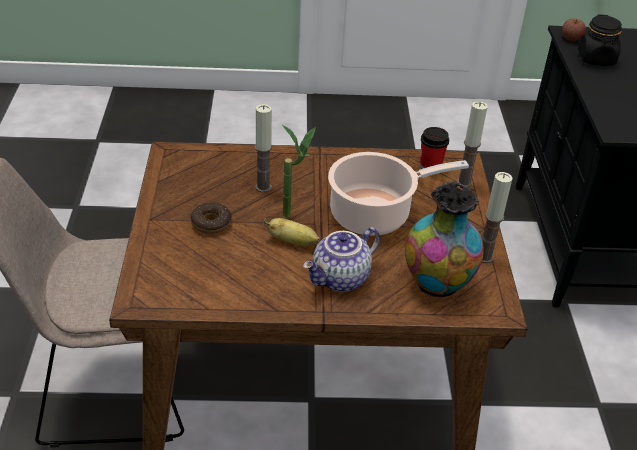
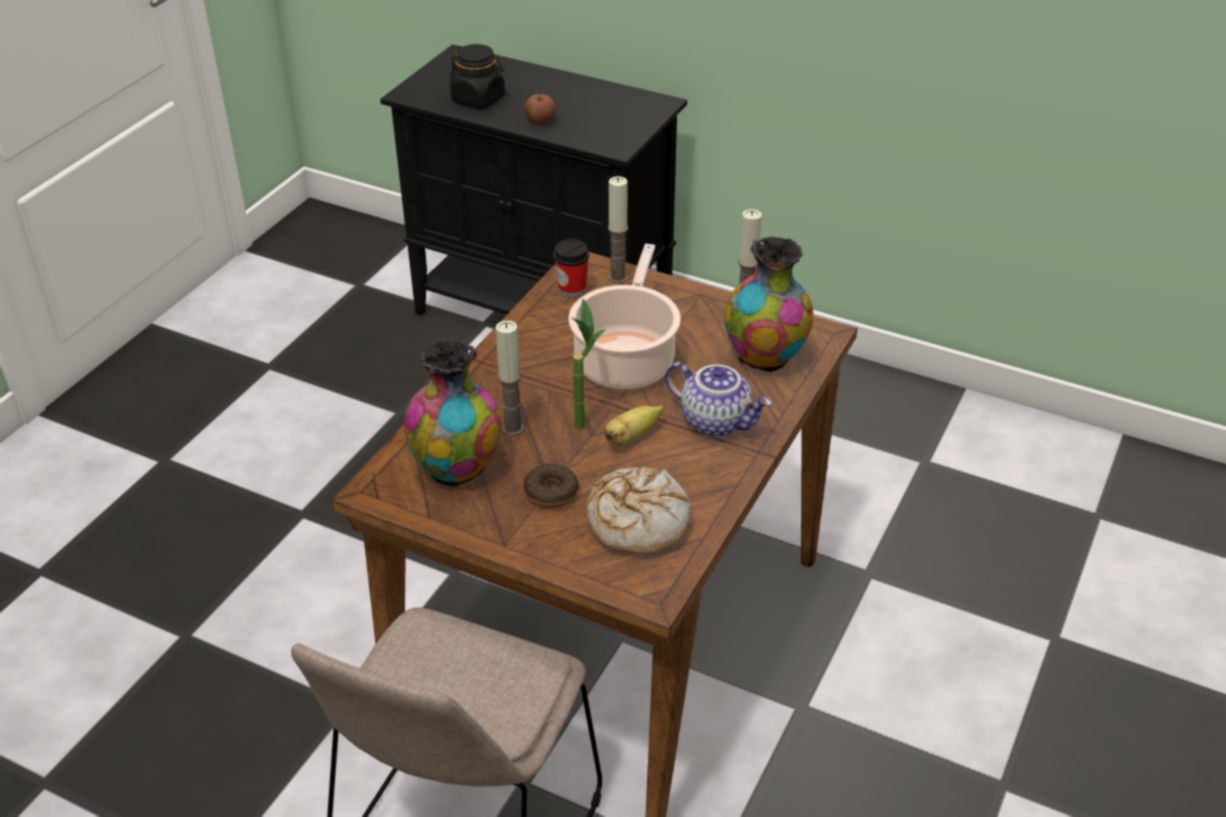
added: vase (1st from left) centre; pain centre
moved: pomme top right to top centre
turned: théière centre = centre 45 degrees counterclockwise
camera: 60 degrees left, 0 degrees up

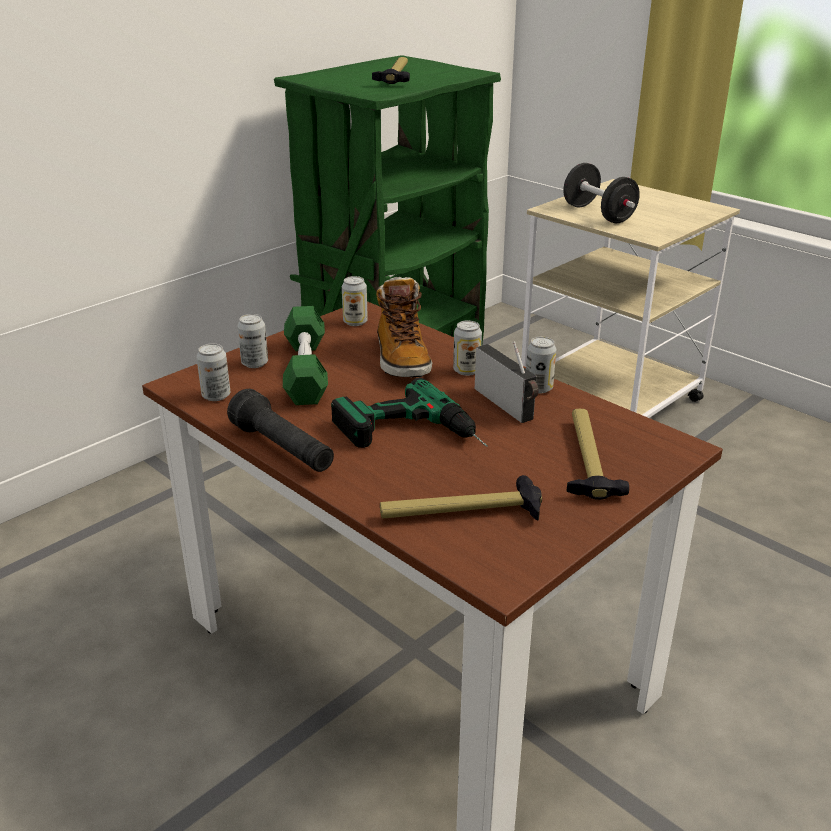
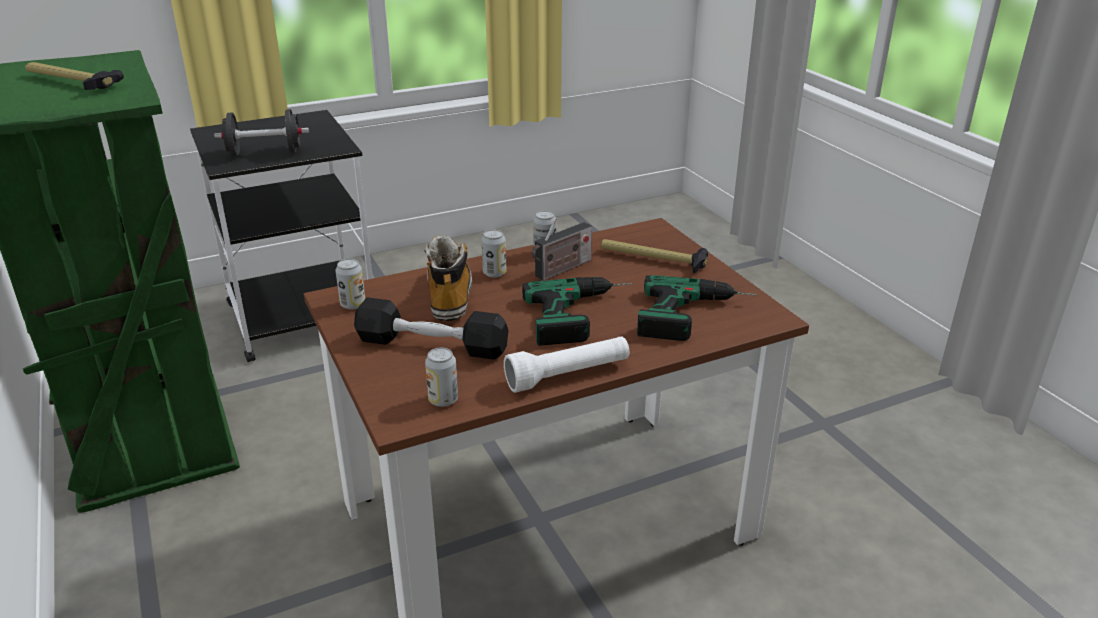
removed: boîte métallique (2nd from left) middle left
replaced: marteau (2nd from left) centre to perceuse (2nd from left) centre
recoloured: lampe de poche/noir centre to lampe de poche/blanc centre; haltère/vert centre to haltère/noir (2nd from left) centre; chariot/beige middle right to chariot/noir middle left
turned: botte centre = centre 105 degrees counterclockwise; radio centre = centre 150 degrees clockwise
camera: 70 degrees left, 0 degrees up

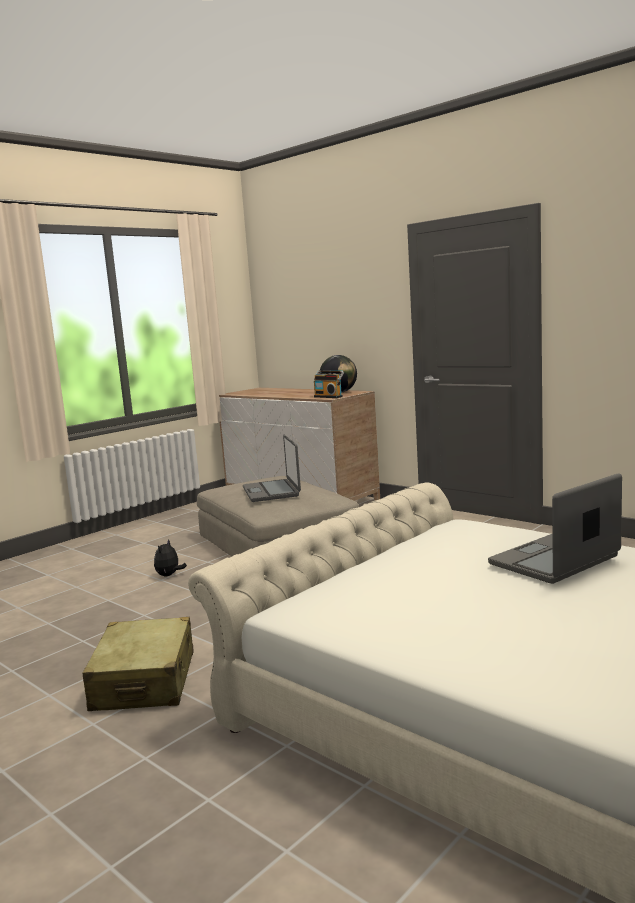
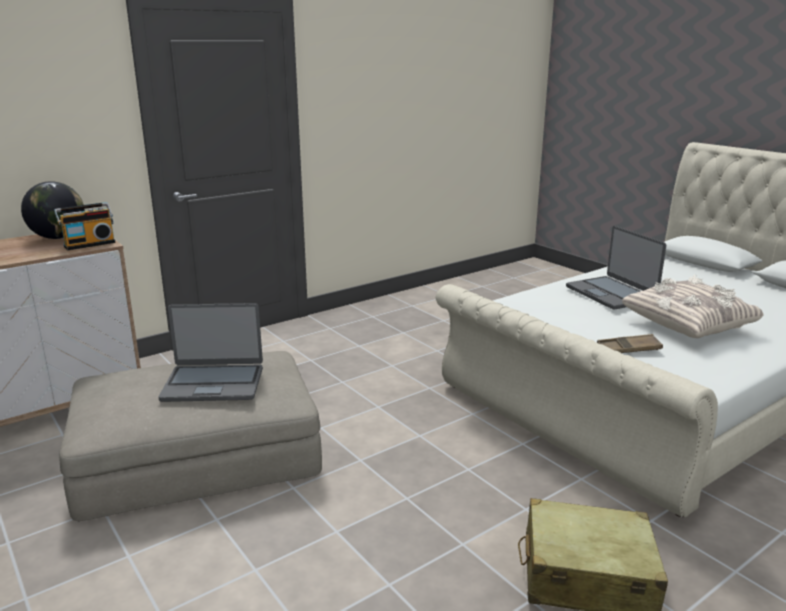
removed: peluche middle left
added: plateau/marron middle right; coussin/beige middle right
camera: 80 degrees left, 10 degrees up

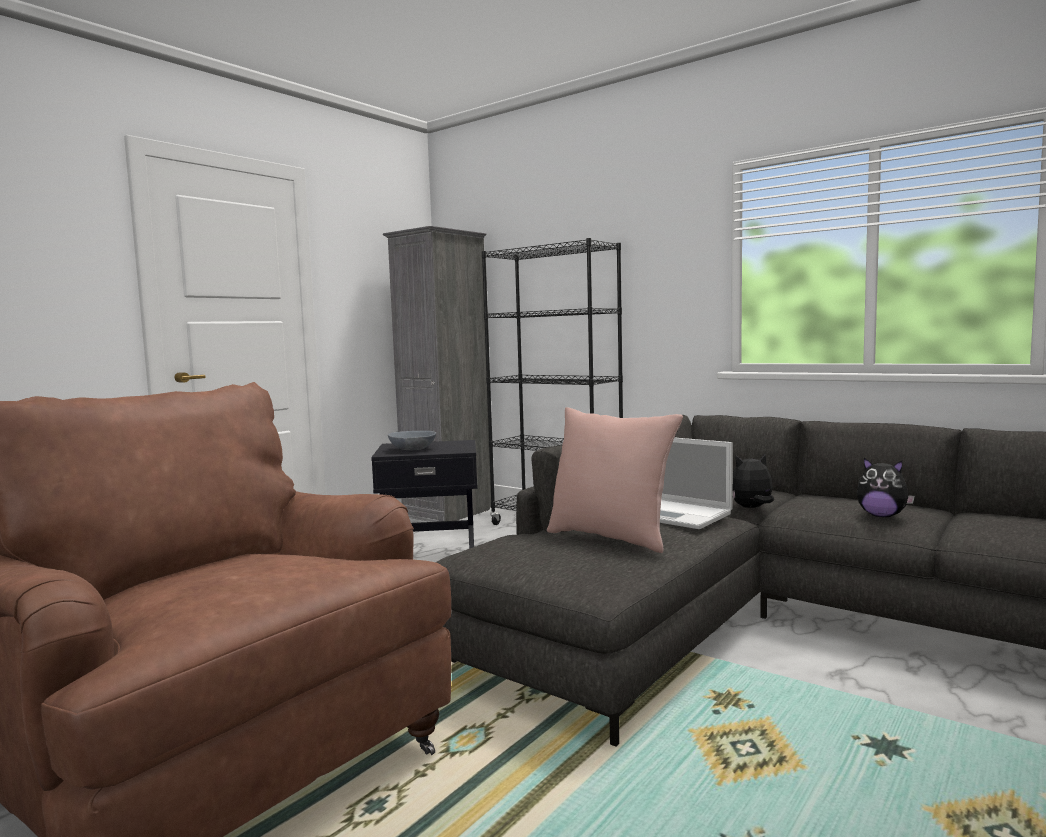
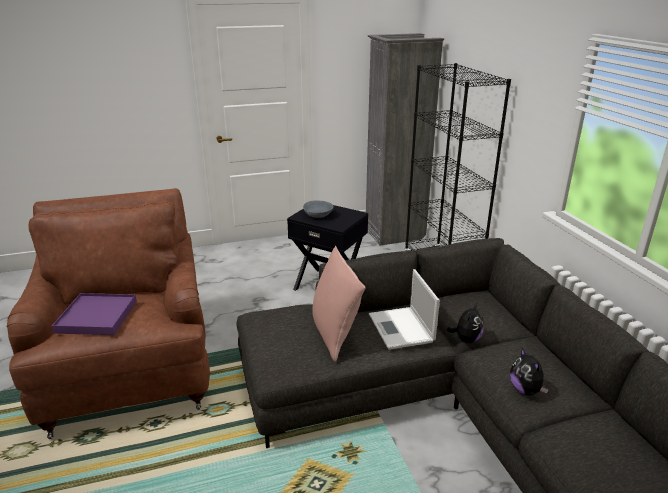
added: plateau/violet middle left
turned: peluche (1st from left) middle right = middle right 90 degrees clockwise
camera: 35 degrees right, 20 degrees up

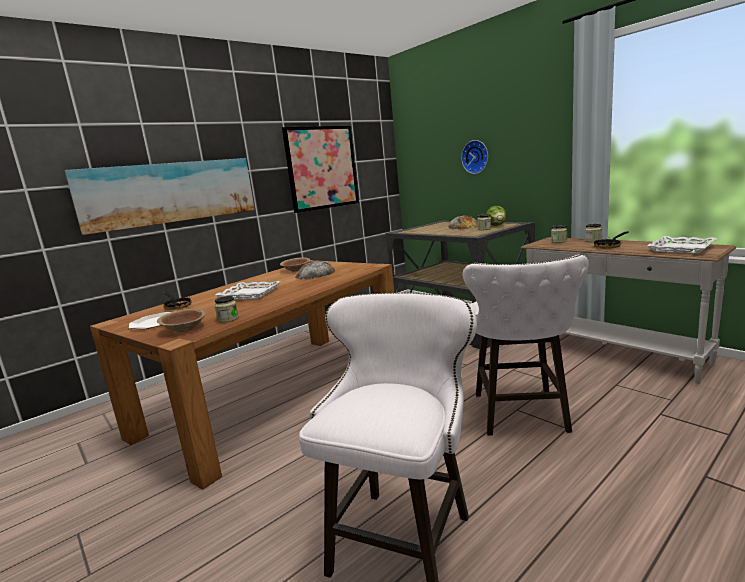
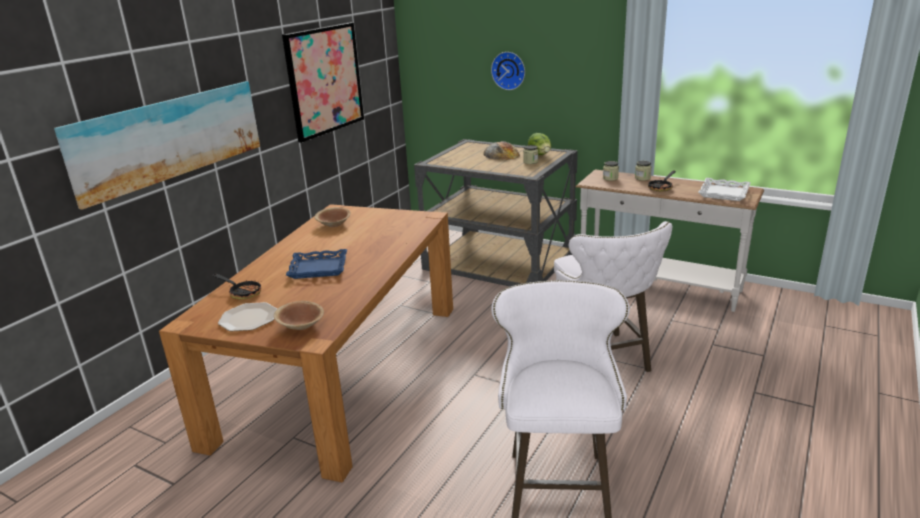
removed: bocal (1st from left) middle left; pain (1st from left) centre
recoloured: plateau/blanc (1st from left) middle left to plateau/bleu centre
camera: 20 degrees left, 10 degrees up

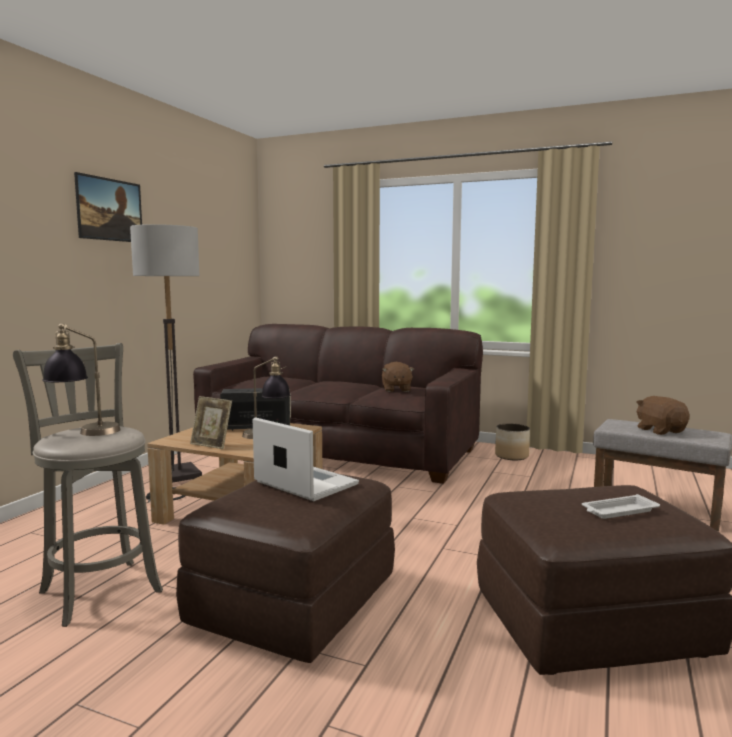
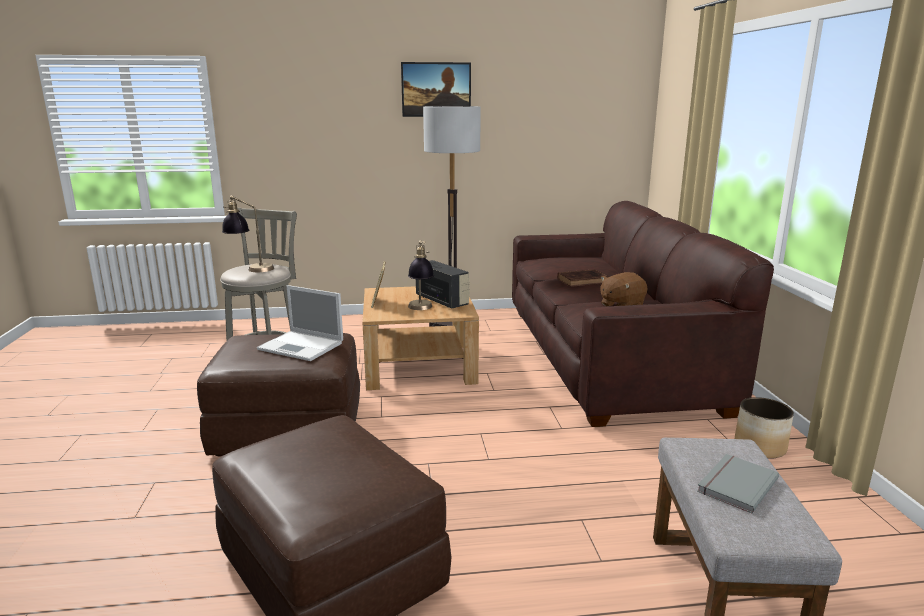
removed: plateau/blanc bottom right
added: livre/marron centre
replaced: peluche/marron (2nd from left) middle right to livre/gris bottom right
turned: ordinateur portable centre = middle left 105 degrees clockwise
camera: 60 degrees right, 10 degrees up

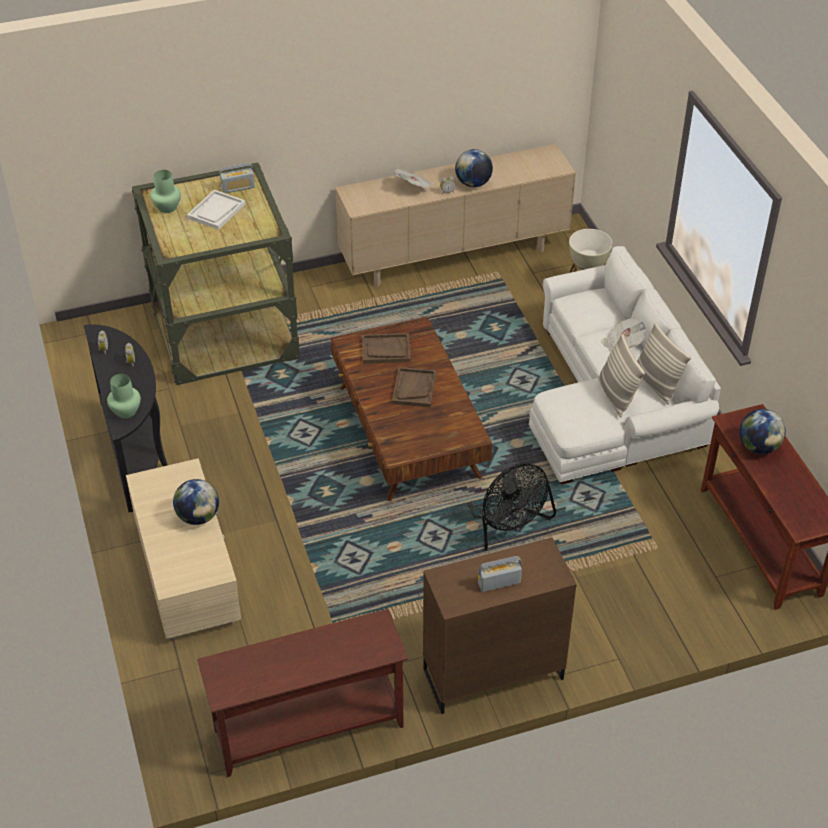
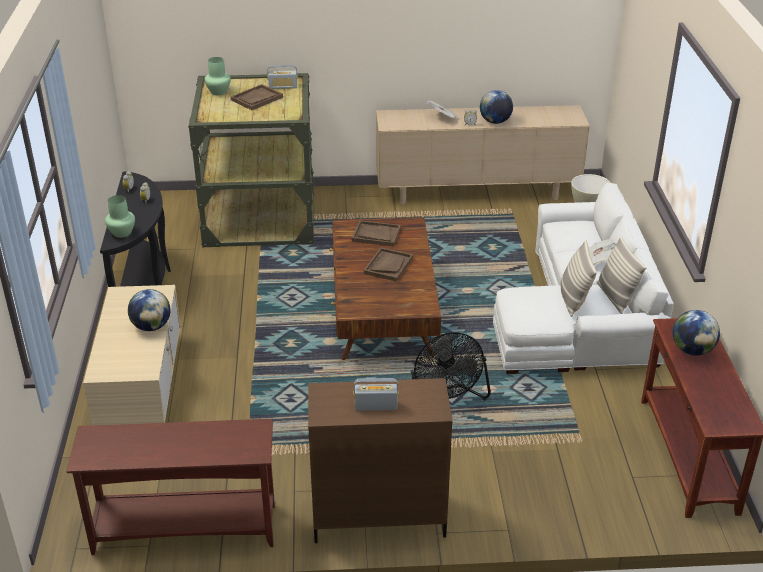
recoloured: plateau/blanc top left to plateau/marron (1st from left) top centre
camera: 15 degrees right, 10 degrees down

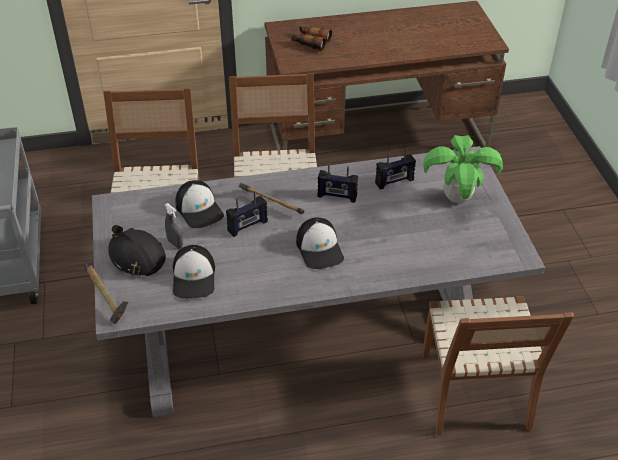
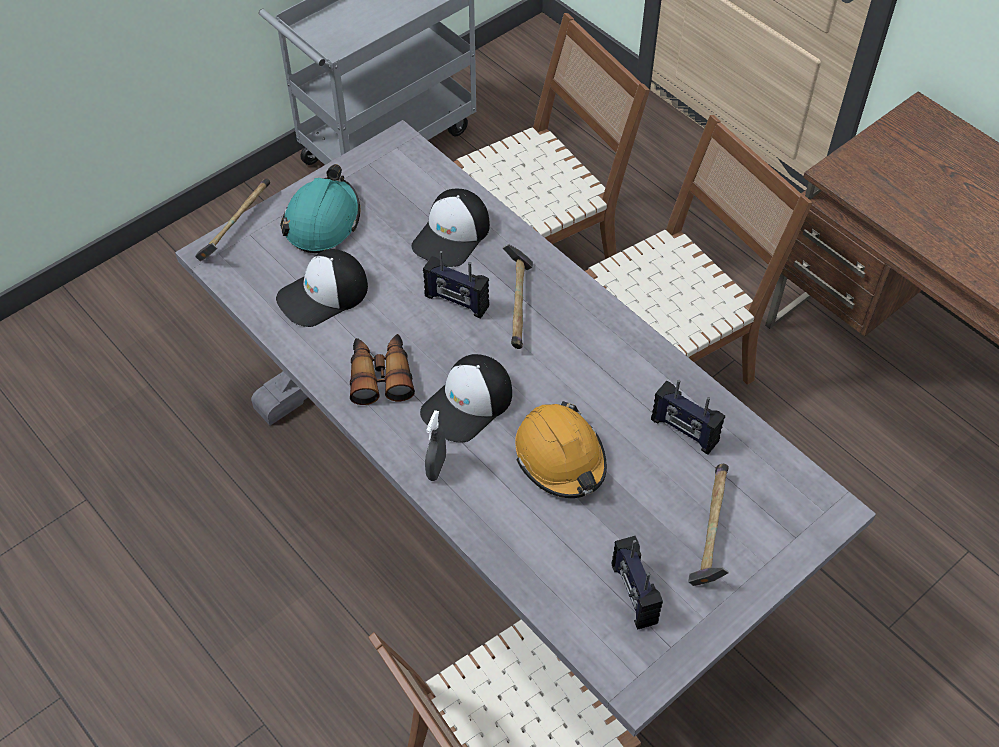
added: casque de chantier/orange centre
moved: vaporisateur/gris middle left to centre; jumelles top centre to centre; radio (2nd from left) centre to bottom centre
replaced: plante en pot middle right to marteau (3rd from left) bottom right
recoloured: casque de chantier/noir middle left to casque de chantier/turquoise top left
camera: 60 degrees right, 10 degrees up

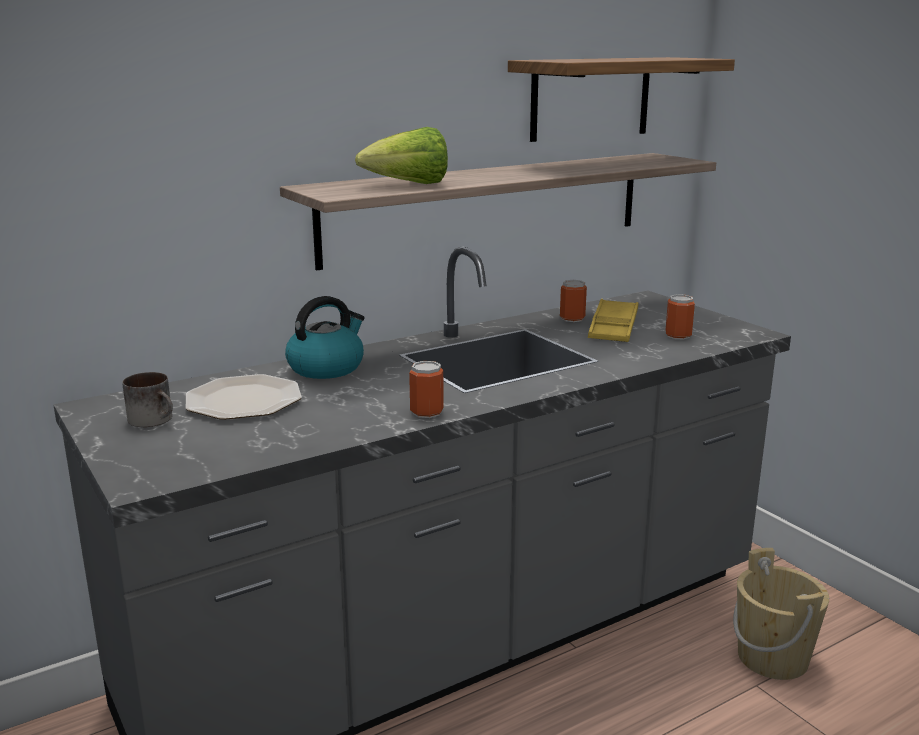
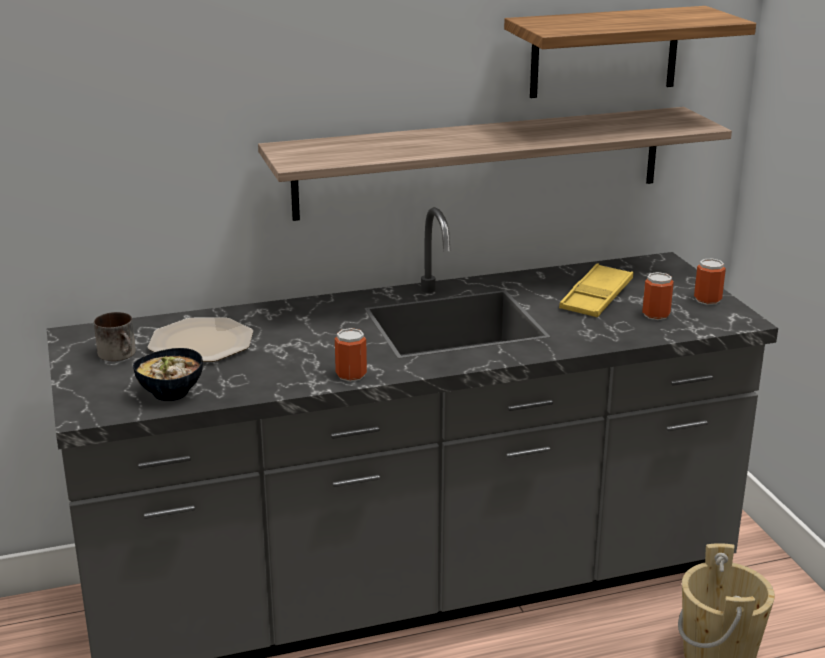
removed: bouilloire centre; laitue top centre
added: bol middle left
moved: boîte métallique (2nd from left in the first image) centre to boîte métallique (3rd from left) middle right
camera: 15 degrees right, 5 degrees up

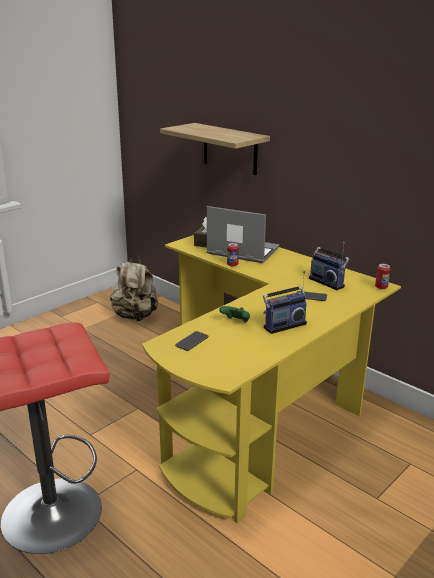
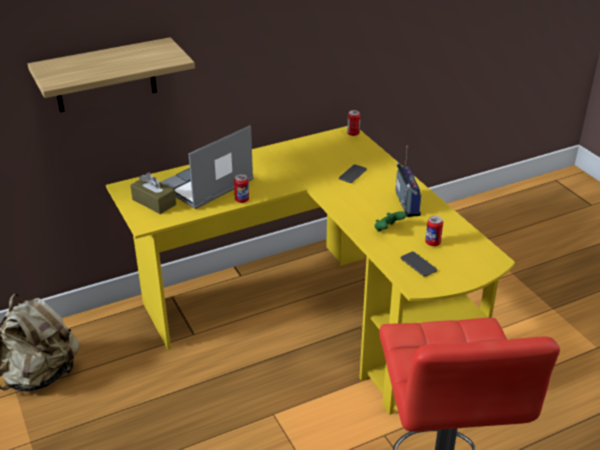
removed: radio (2nd from left) middle right
added: boîte métallique (3rd from left) middle right
camera: 70 degrees left, 10 degrees up

